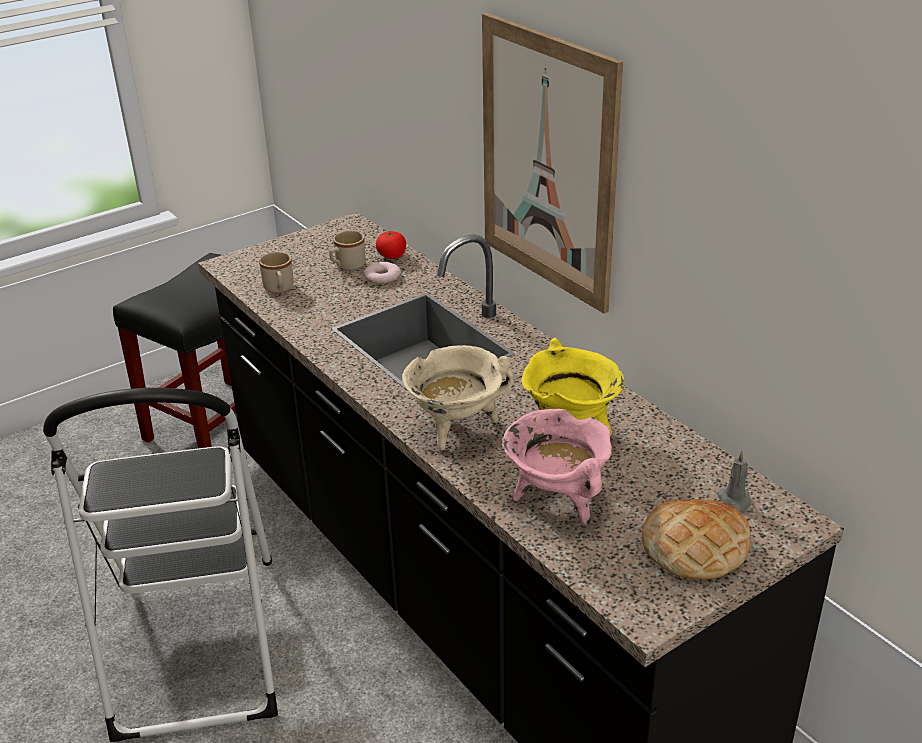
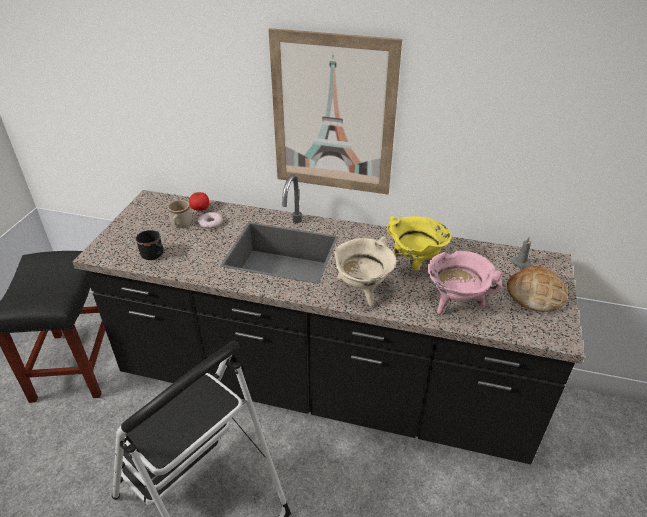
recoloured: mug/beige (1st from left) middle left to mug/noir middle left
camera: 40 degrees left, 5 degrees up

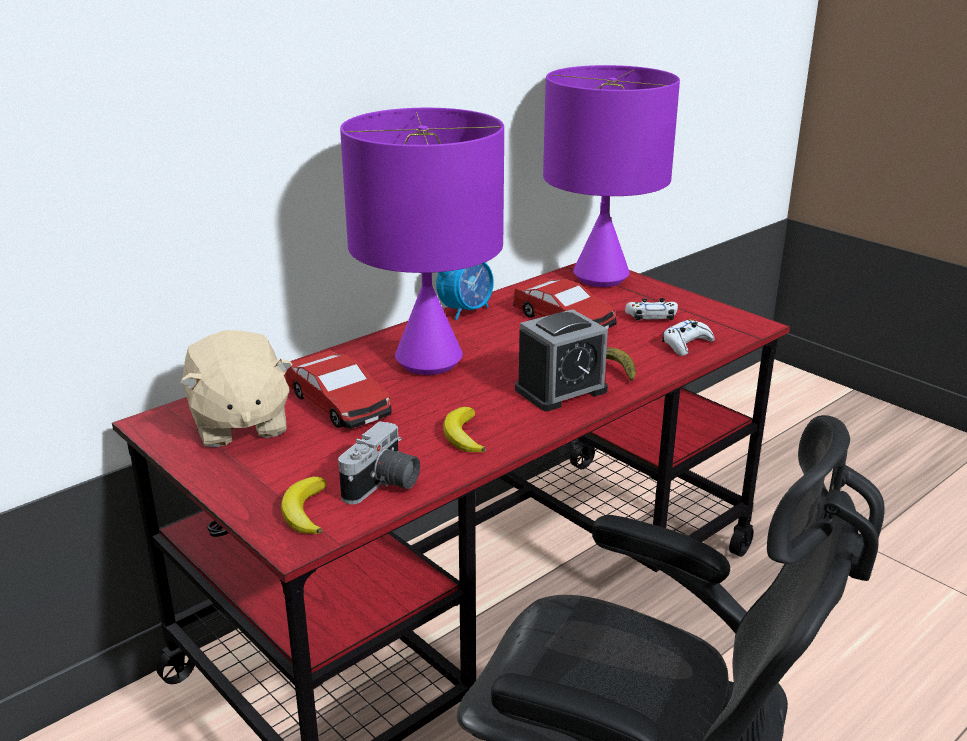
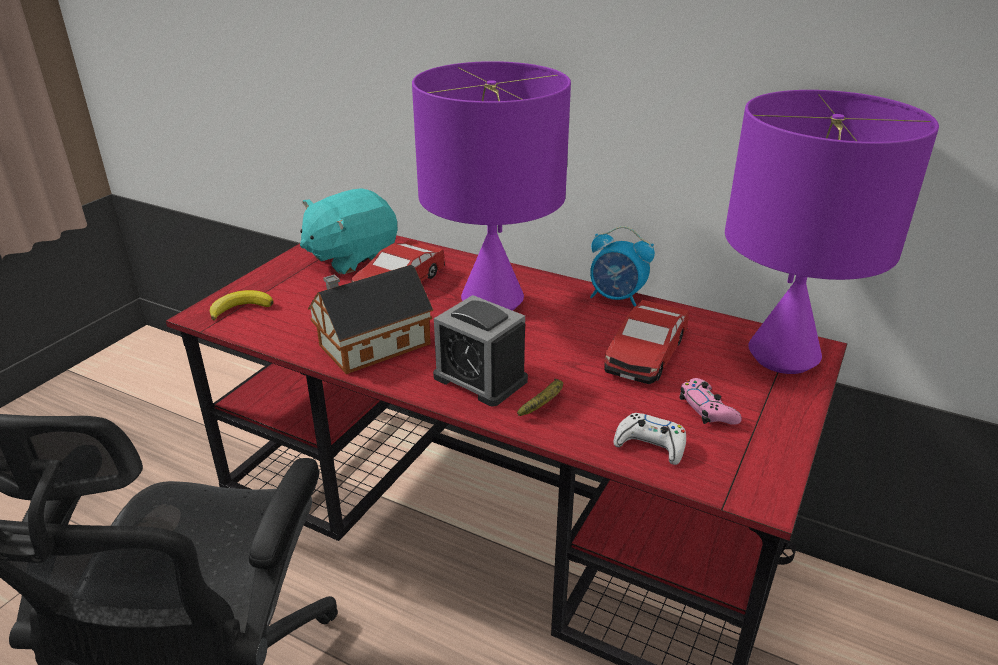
removed: appareil photo centre
replaced: banane (2nd from left) centre to maison miniature centre
recoloured: peluche/beige middle left to peluche/turquoise centre; manette/blanc (1st from left) middle right to manette/rose middle right
camera: 70 degrees right, 5 degrees up

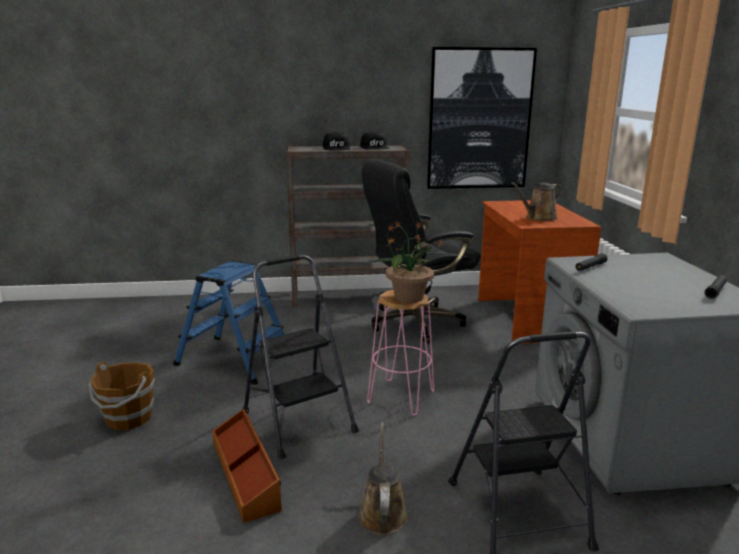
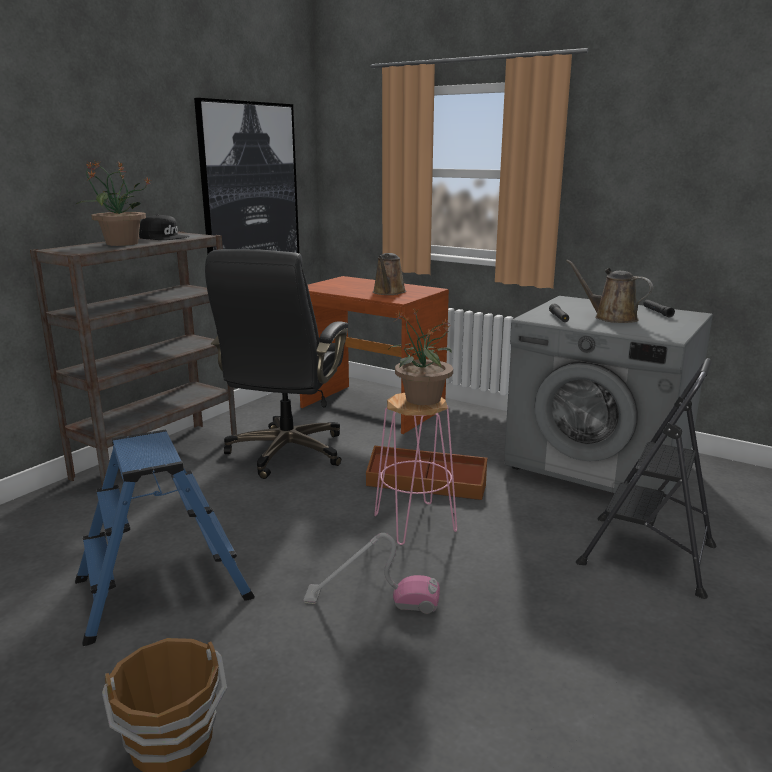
moved: boîte de rangement/marron bottom centre to centre; arrosoir/marron (1st from left in the first image) bottom centre to arrosoir/marron (2nd from left) middle right
replaced: escabeau/noir (1st from left) centre to aspirateur bottom centre; casquette/noir (1st from left) top centre to plante en pot (1st from left) top left
camera: 50 degrees left, 0 degrees up

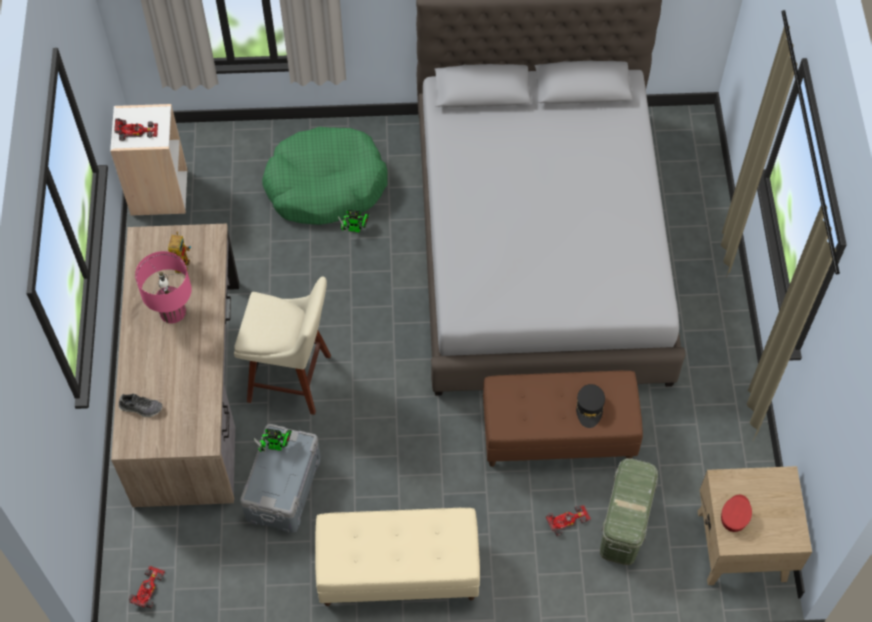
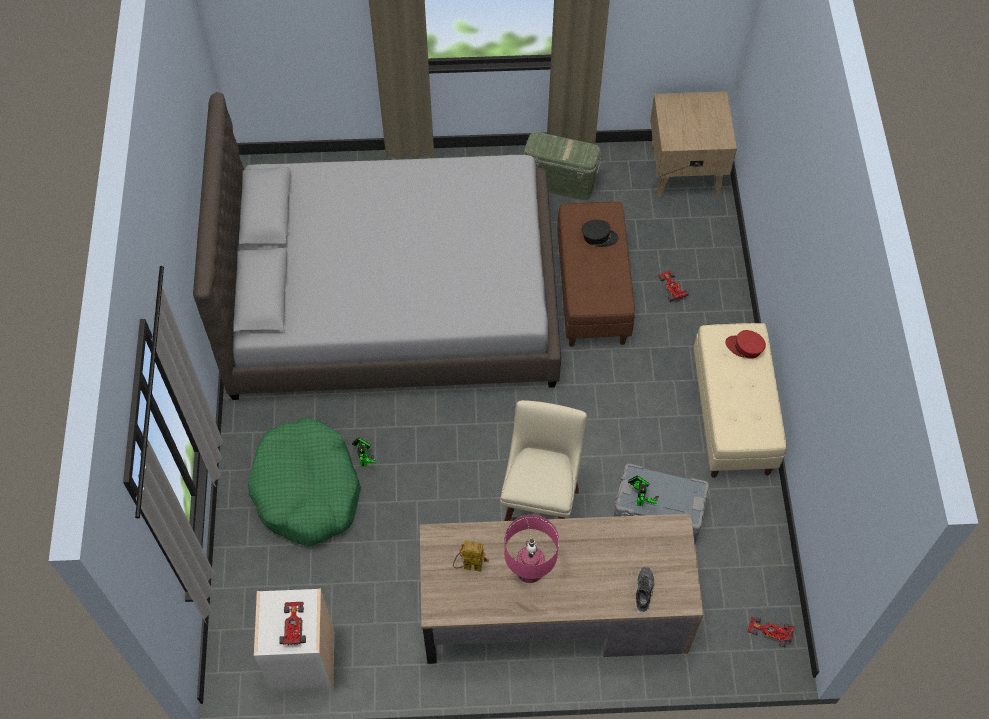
moved: boîte de rangement/vert bottom right to top centre; casquette/rouge bottom right to middle right
camera: 90 degrees left, 0 degrees up

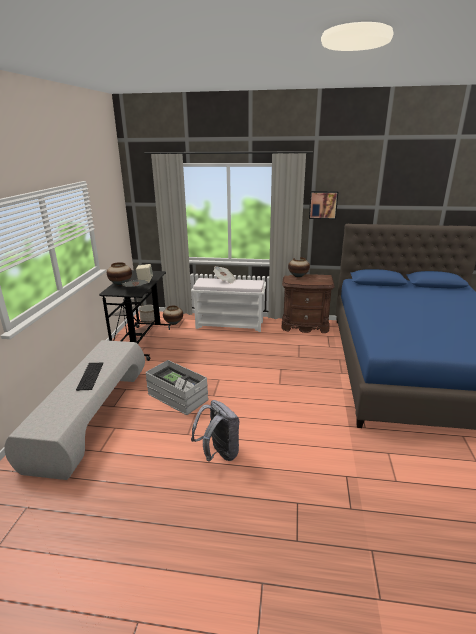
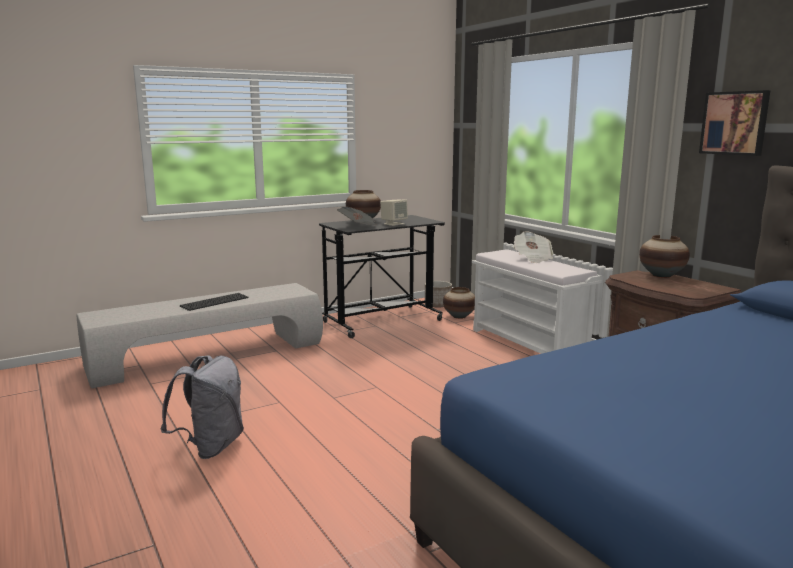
removed: boîte de rangement/gris centre
camera: 50 degrees right, 10 degrees down

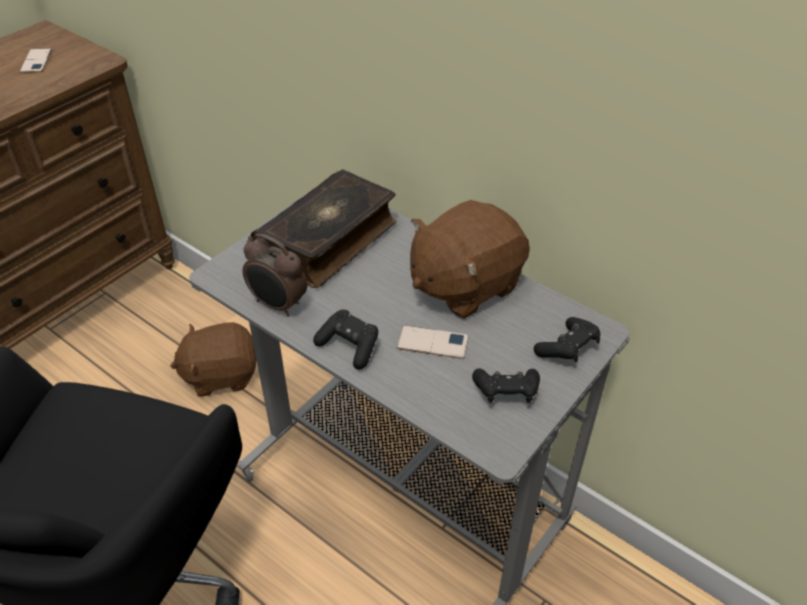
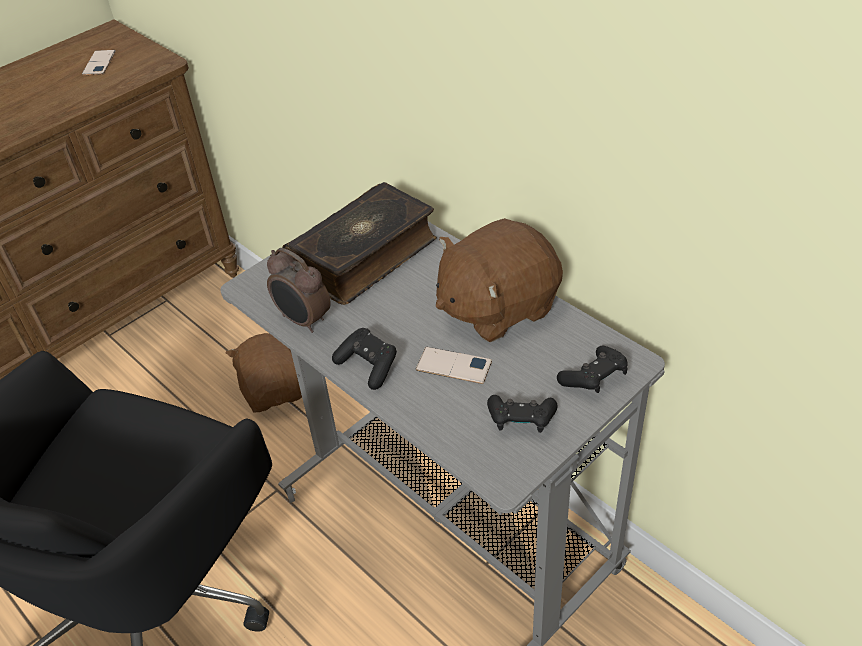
turned: peluche/marron (1st from left) middle left = middle left 75 degrees clockwise
camera: 10 degrees right, 0 degrees up

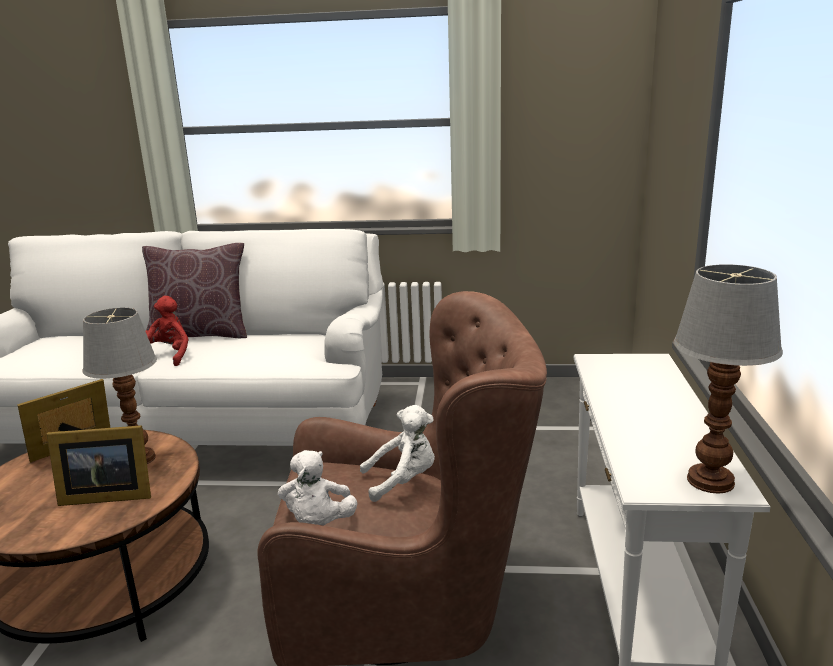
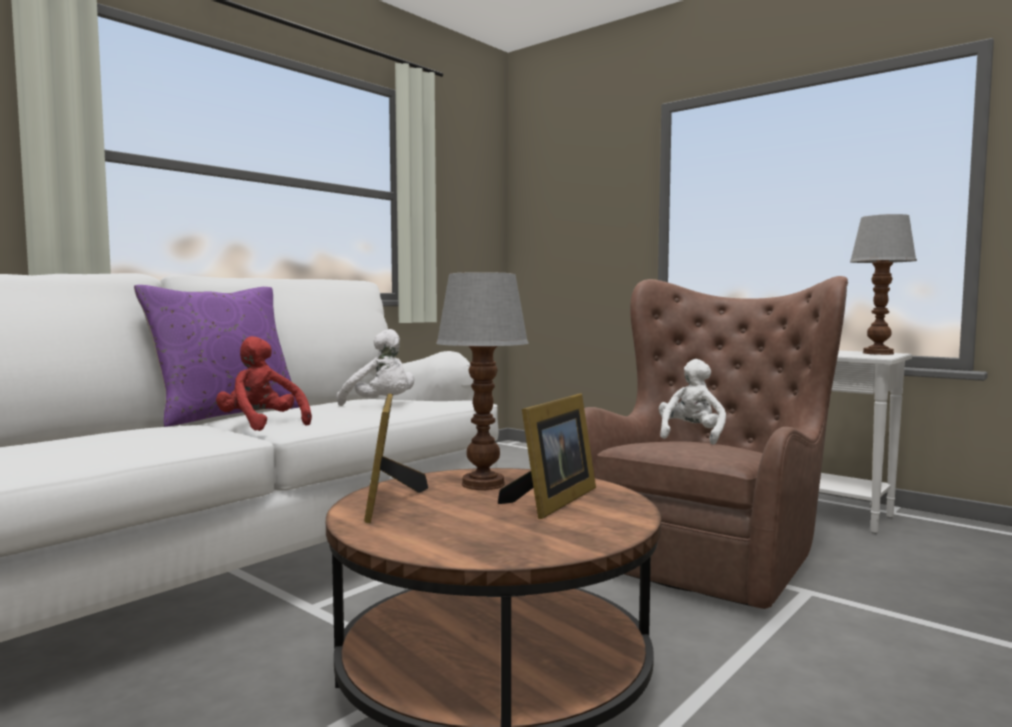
moved: peluche/blanc (1st from left) bottom centre to centre
recoloured: coussin/marron middle left to coussin/violet middle left
camera: 55 degrees left, 15 degrees down

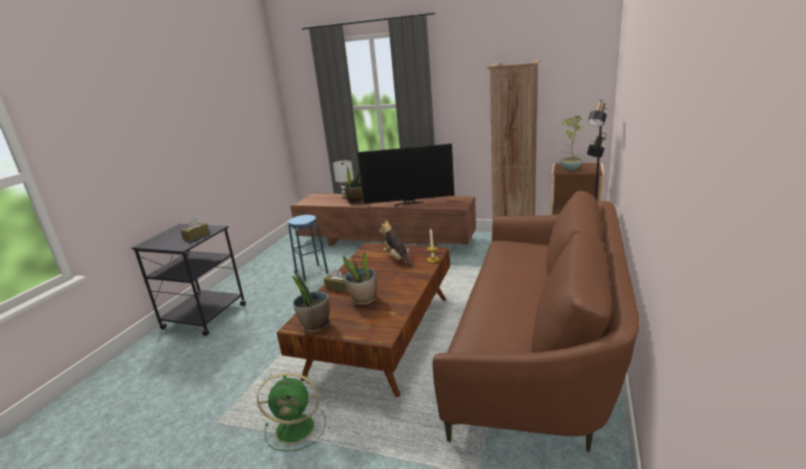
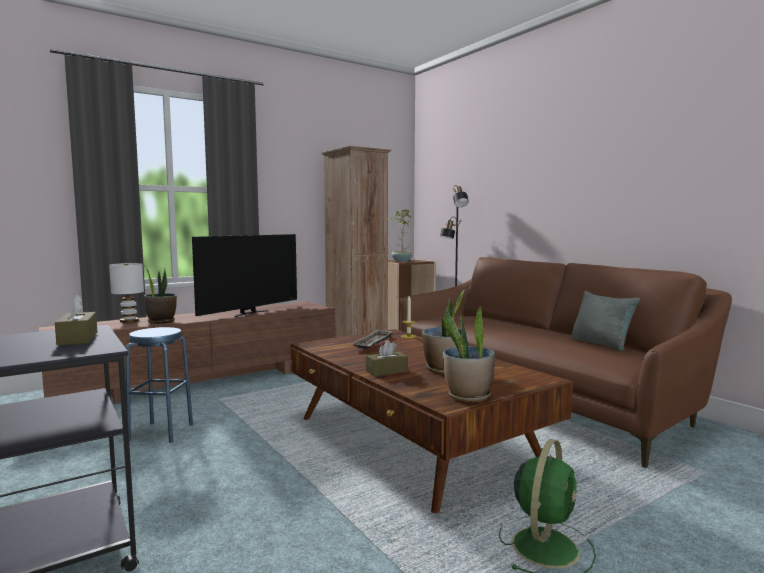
added: coussin/gris middle right
replaced: peluche centre to plateau centre
camera: 55 degrees left, 15 degrees down

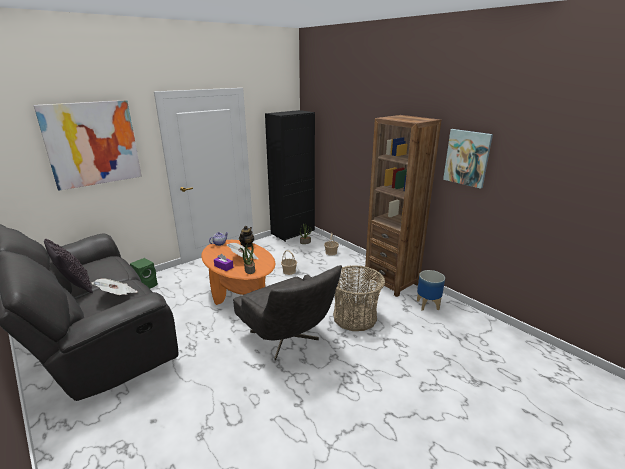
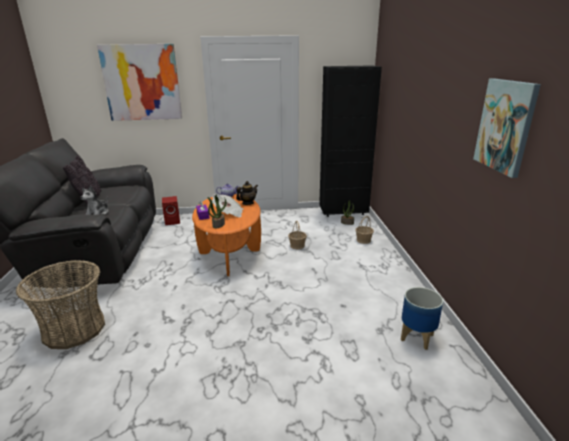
removed: fauteuil/gris bottom centre; bibliothèque/marron centre
moved: panier (3rd from left in the first image) centre to panier (1st from left) bottom left
replaced: journal (1st from left) middle left to peluche middle left
recoloured: enceinte/vert middle left to enceinte/rouge middle left
camera: 35 degrees right, 0 degrees up

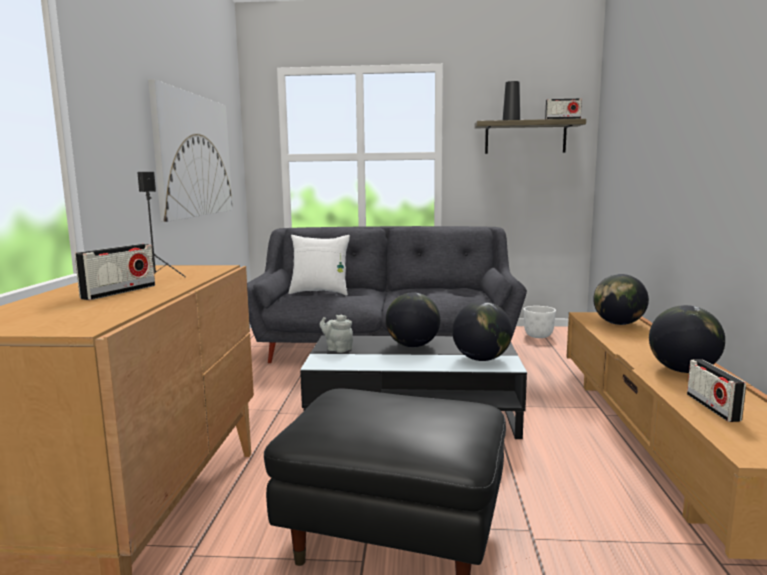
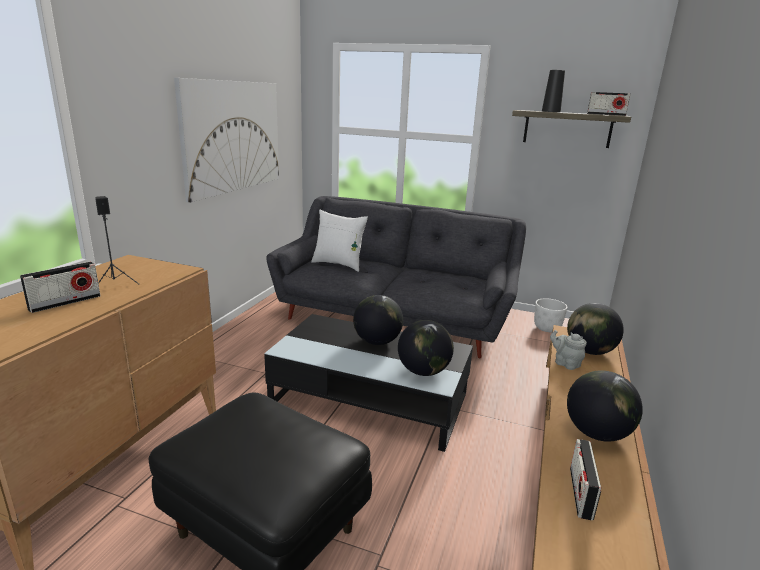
moved: théière/gris centre to middle right
camera: 15 degrees right, 10 degrees up

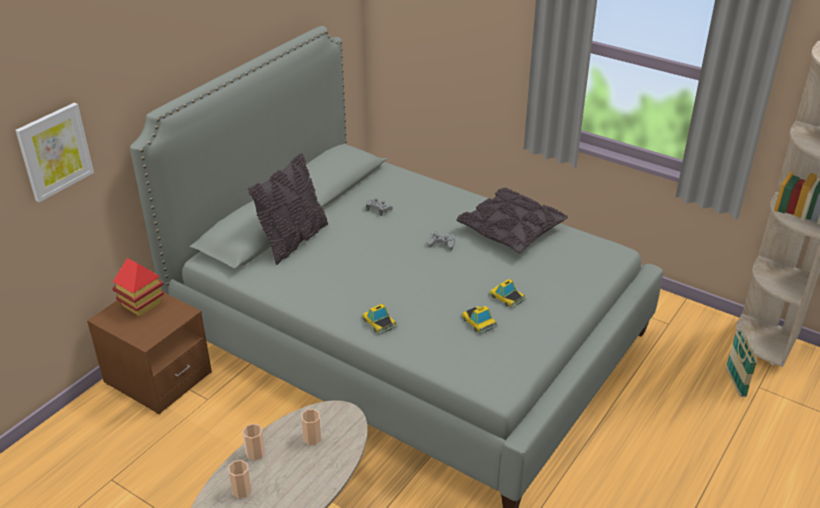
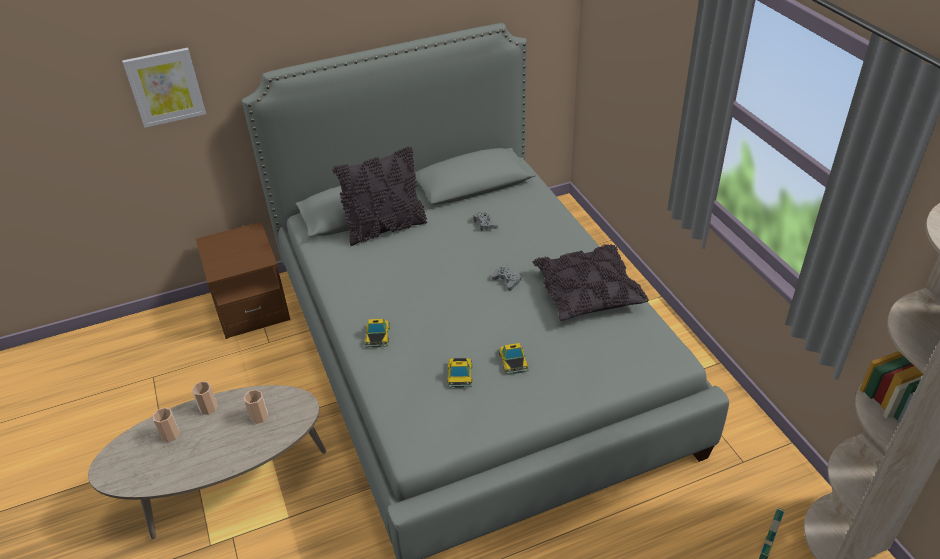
removed: maison miniature middle left
camera: 35 degrees right, 5 degrees up

